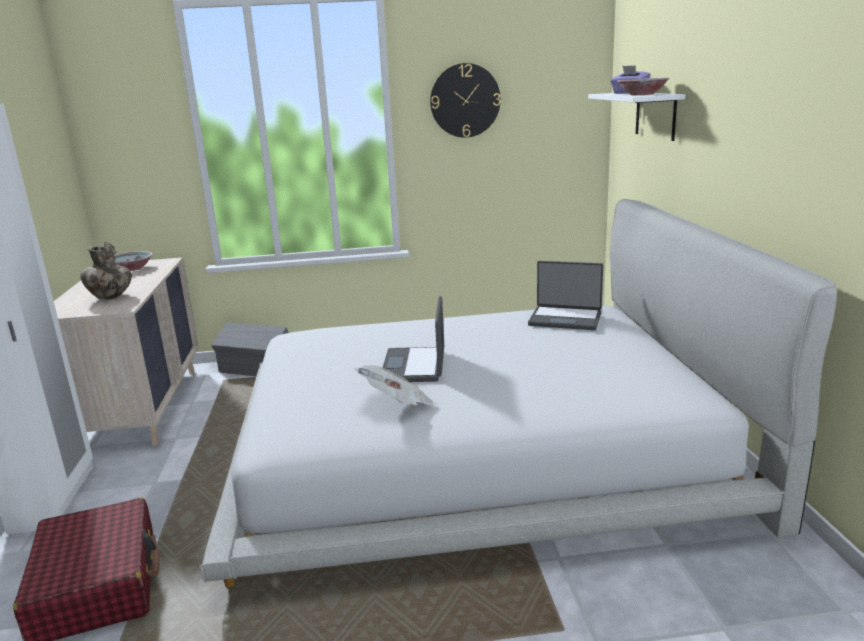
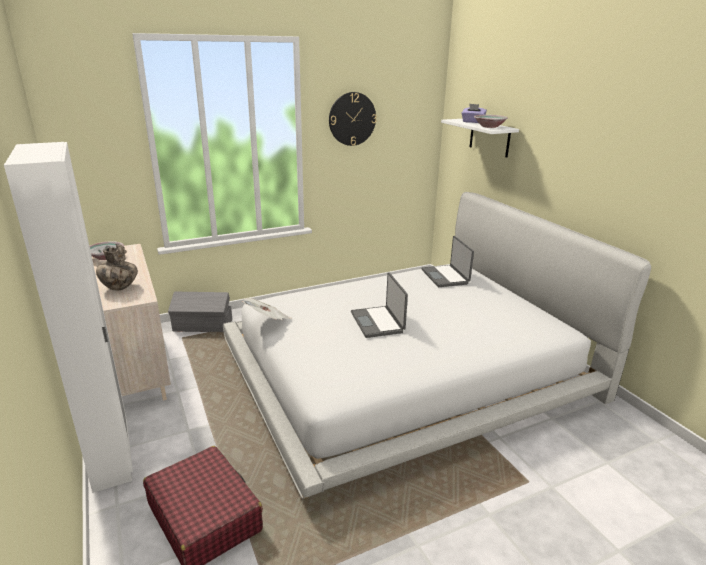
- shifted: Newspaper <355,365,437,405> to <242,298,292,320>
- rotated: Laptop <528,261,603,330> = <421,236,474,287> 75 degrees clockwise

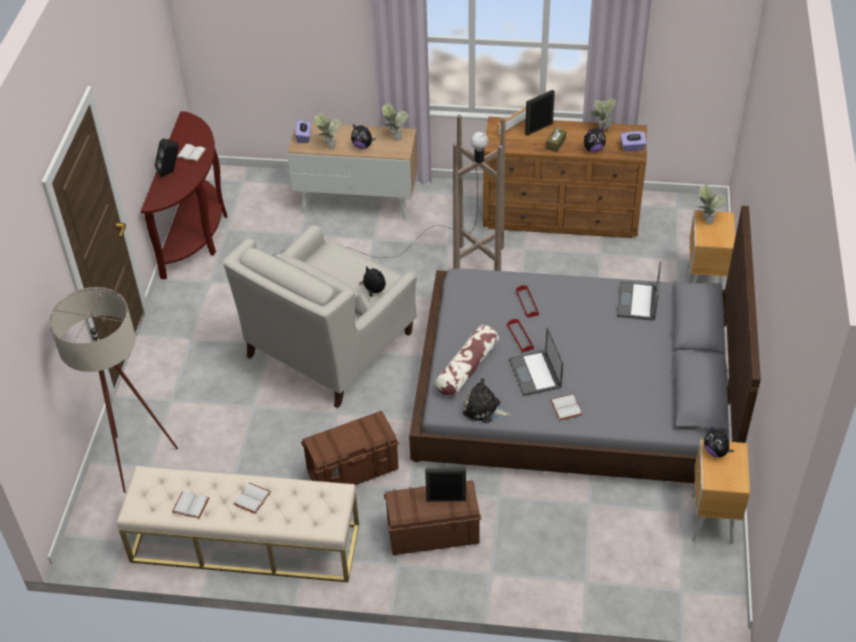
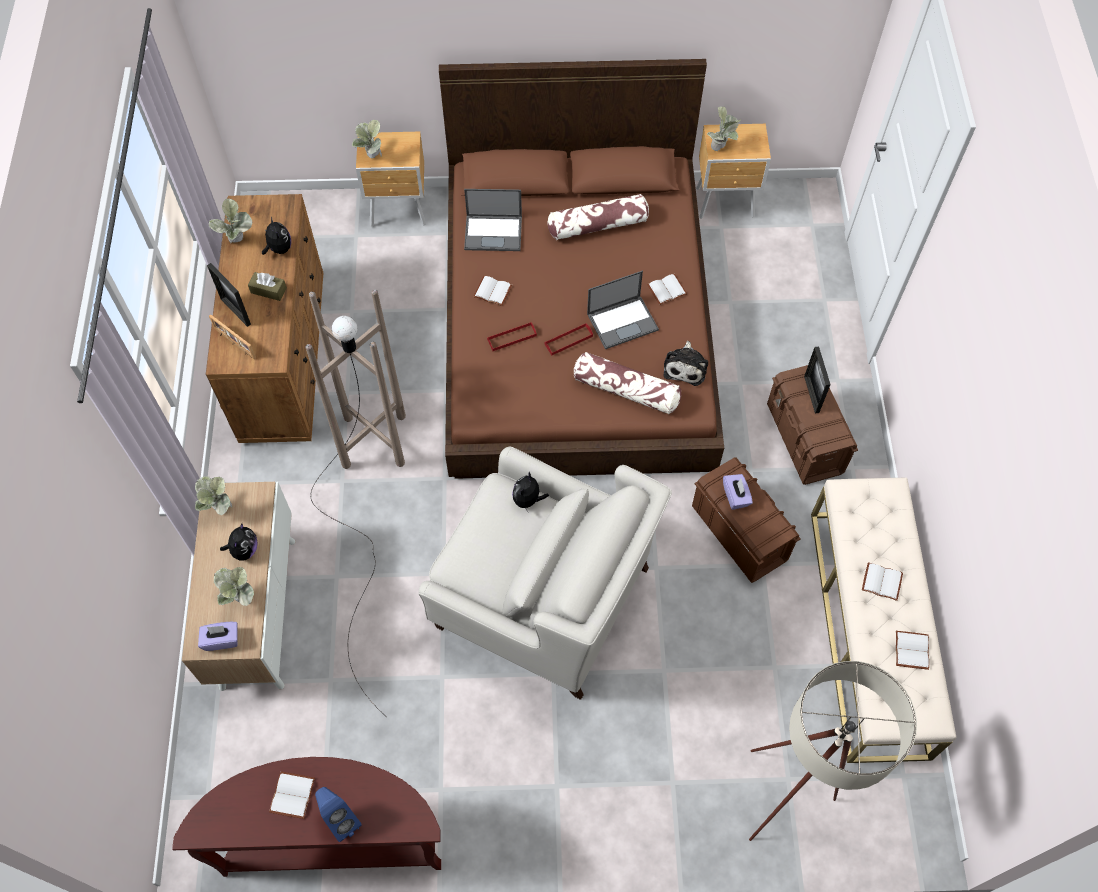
- new: WhiteBook <473,276,512,306>
- new: Pillow <548,194,649,240>
- shifted: PurpleTissueBox <620,131,647,151> to <723,474,753,510>
- swapped: PlushToy <704,426,734,457> to PottedPlant <707,106,741,151>
- repainted: BlackSpeaker <155,138,179,177> to BlueSpeaker <315,787,362,842>
- repainted: GreyBed <409,206,761,483> to BrownBed <439,59,724,479>

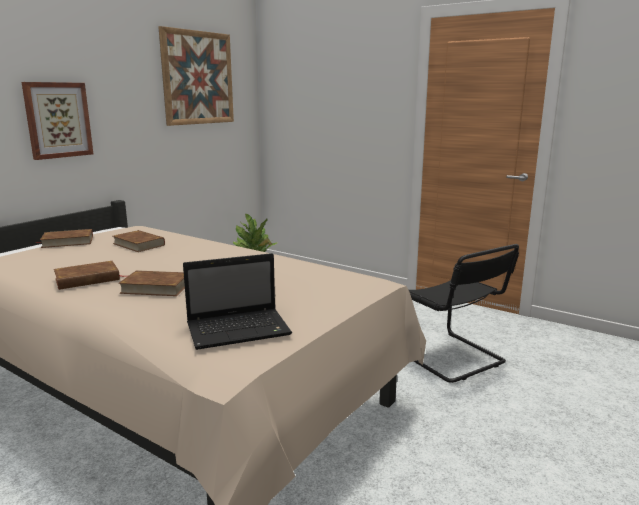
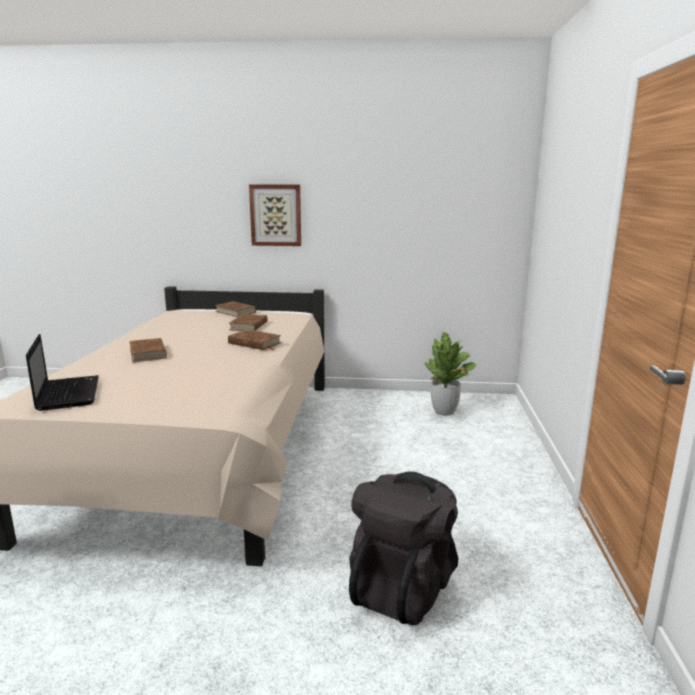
- gone: Picture <158,26,234,126>
- shifted: BrownBook <54,261,129,290> to <228,329,281,350>
- swapped: BlackChair <409,244,519,383> to BlackBackpack <349,471,459,626>
- rotated: Laptop <183,253,292,350> = <26,334,99,411> 150 degrees counterclockwise

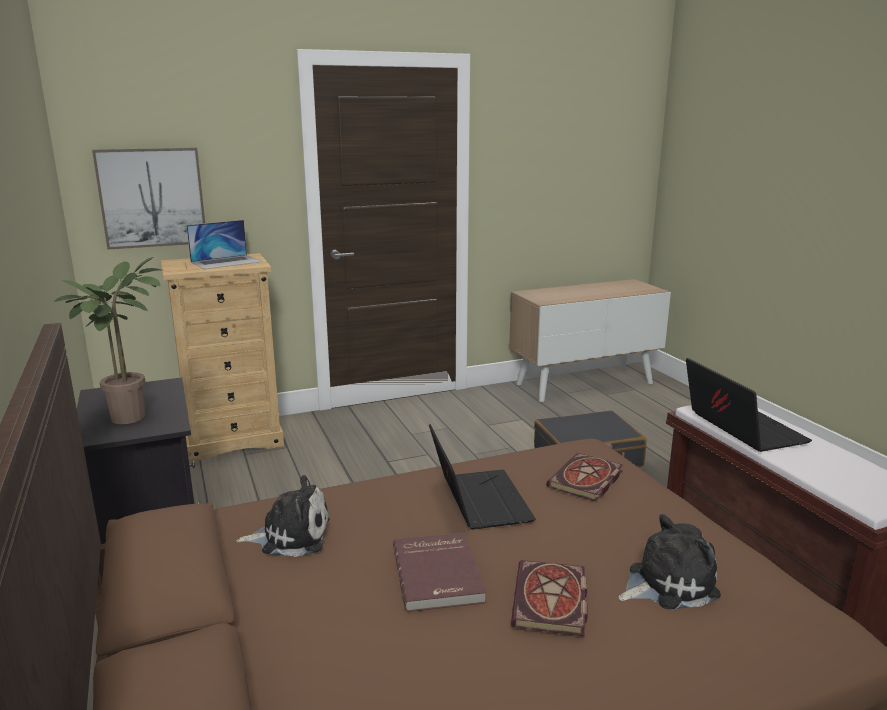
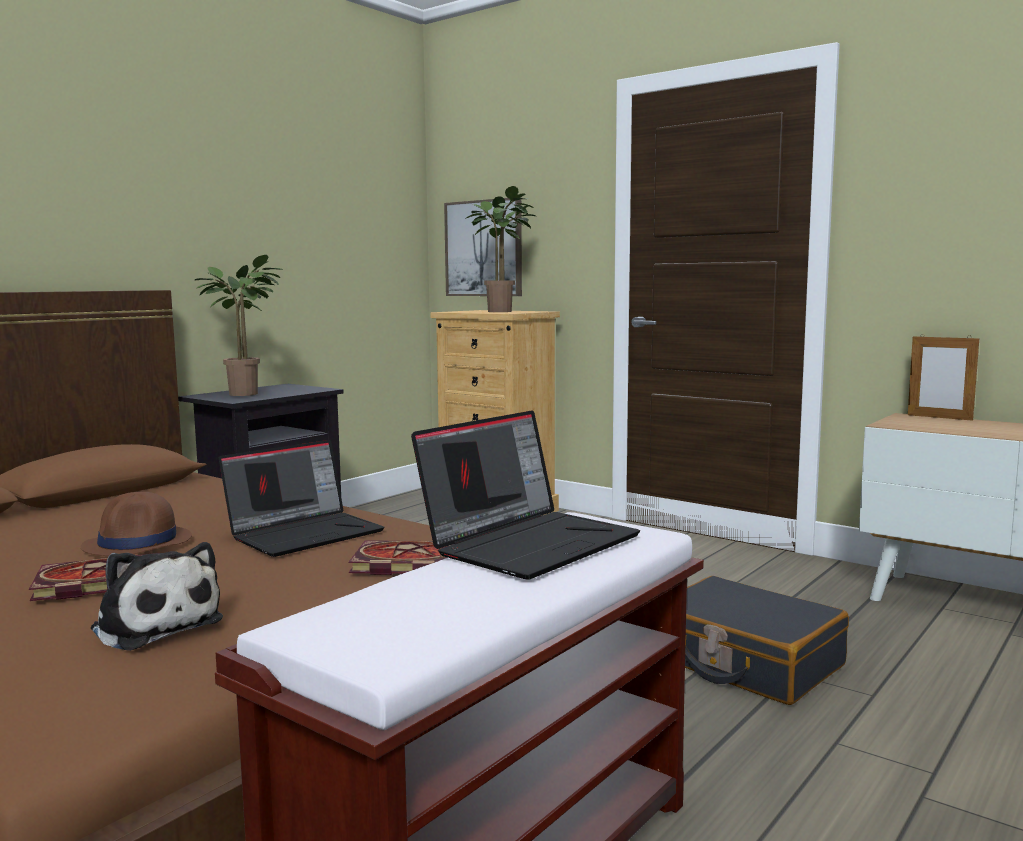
- gone: PlushToy <236,475,330,557>
- new: PictureFrame <908,334,979,421>
- swapped: Laptop <186,220,262,269> to PottedPlant <465,186,536,312>
- swapped: RedBook <393,532,486,612> to BrownHat <81,492,192,556>

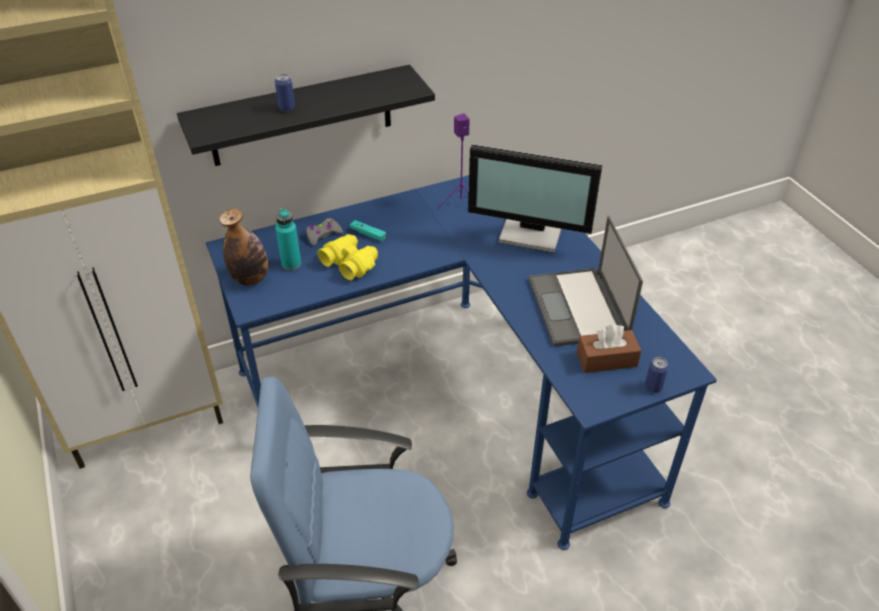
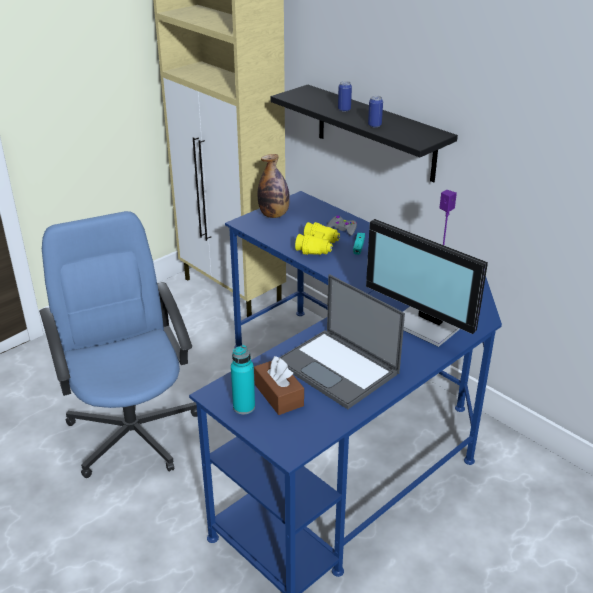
- shifted: TurquoiseBottle <275,208,301,270> to <231,345,255,414>
- shifted: Can <645,357,668,393> to <368,96,383,127>
- rotated: Monitor <468,144,603,253> = <366,219,488,347> 45 degrees counterclockwise
- rotated: Laptop <529,216,643,347> = <279,274,405,409> 105 degrees counterclockwise

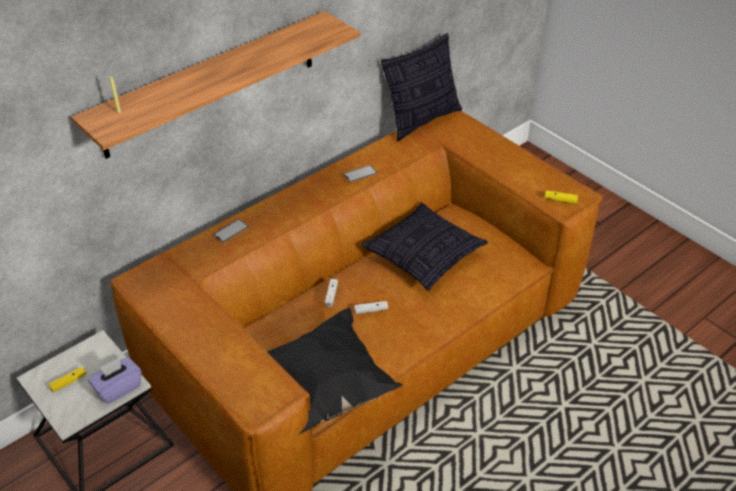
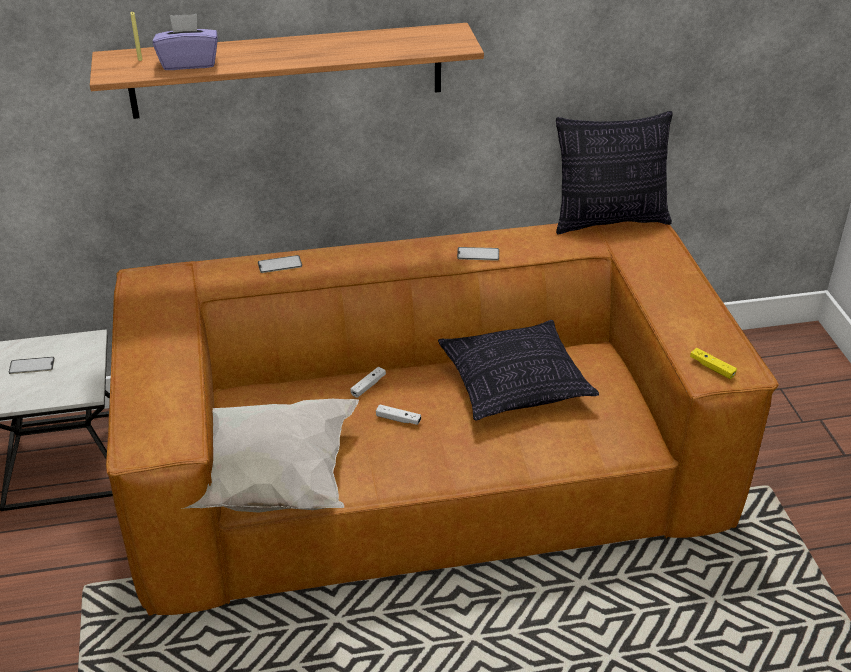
- shifted: PurpleTissueBox <88,358,141,404> to <153,14,218,70>
- swapped: YellowGameController <49,367,86,392> to Phone <9,357,55,374>
- repainted: BlackPillow <267,308,403,436> to WhitePillow <181,399,359,513>

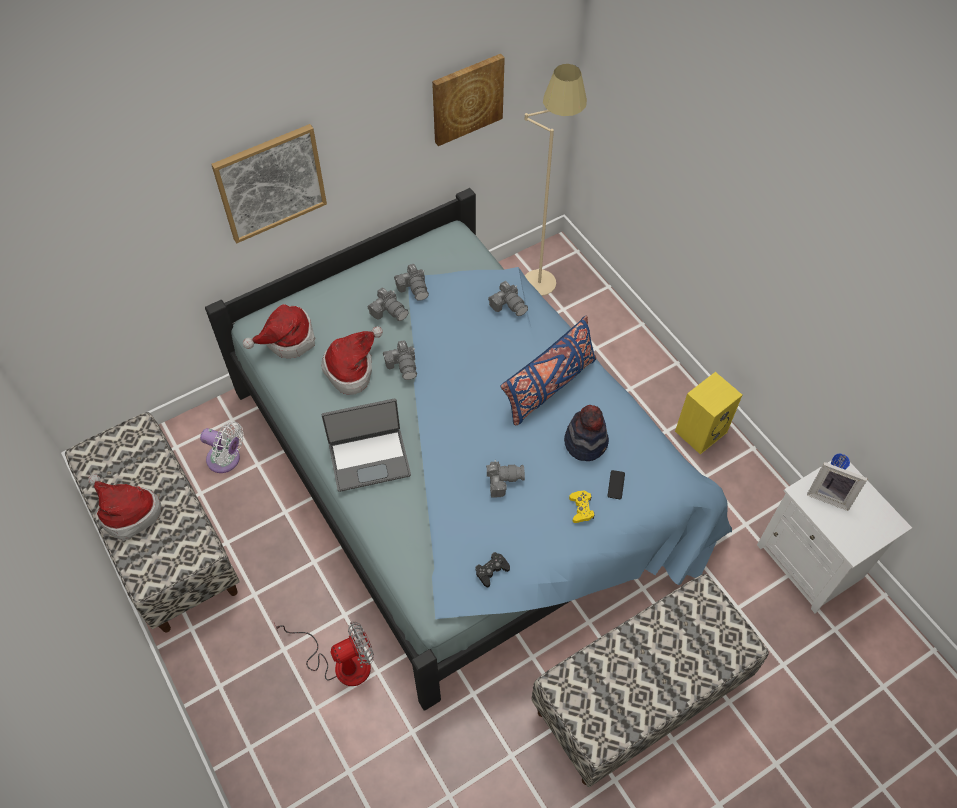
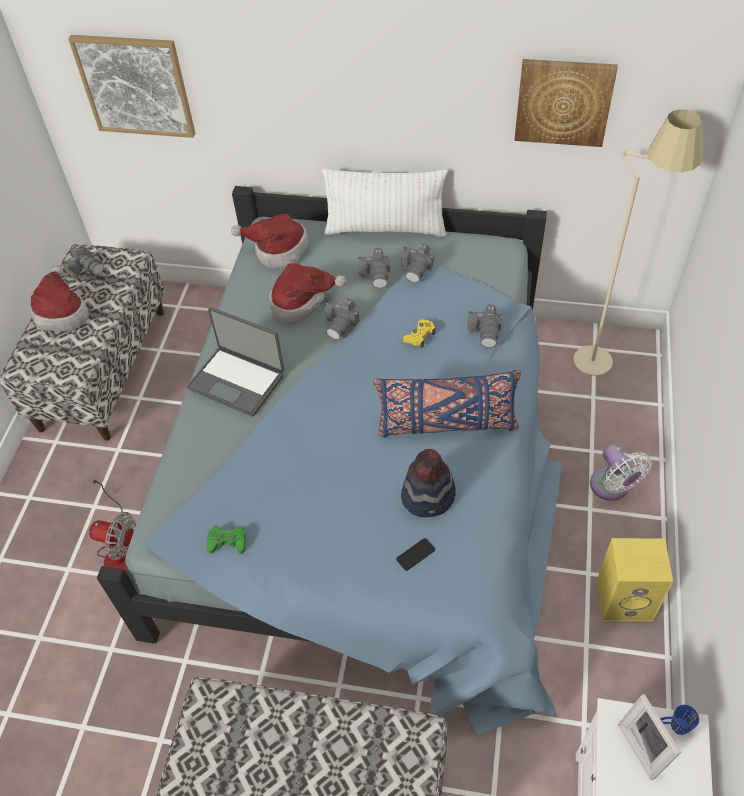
- new: WhitePillow <322,169,448,237>
- shifted: WhiteFan <200,421,244,473> to <590,445,652,501>
- shifted: Picture <211,124,327,243> to <68,35,196,138>
- shifted: PhotoCamera <486,460,525,498> to <63,246,104,277>
- shifted: YellowGameController <569,491,595,523> to <403,320,436,348>
- repainted: BlackGameController <475,552,510,587> to GreenGameController <207,526,246,554>

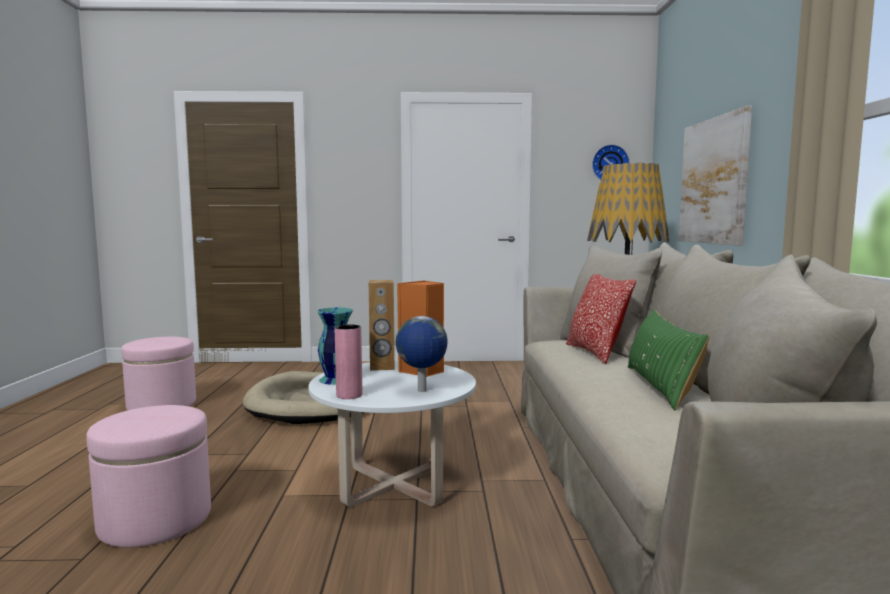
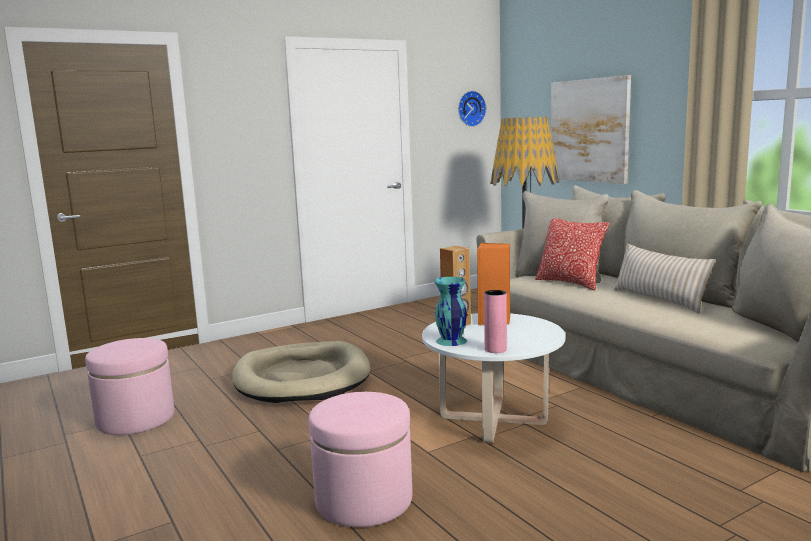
- gone: Globe <396,316,448,392>
- repainted: GreenPillow <628,309,709,410> to BeigePillow <613,243,715,313>

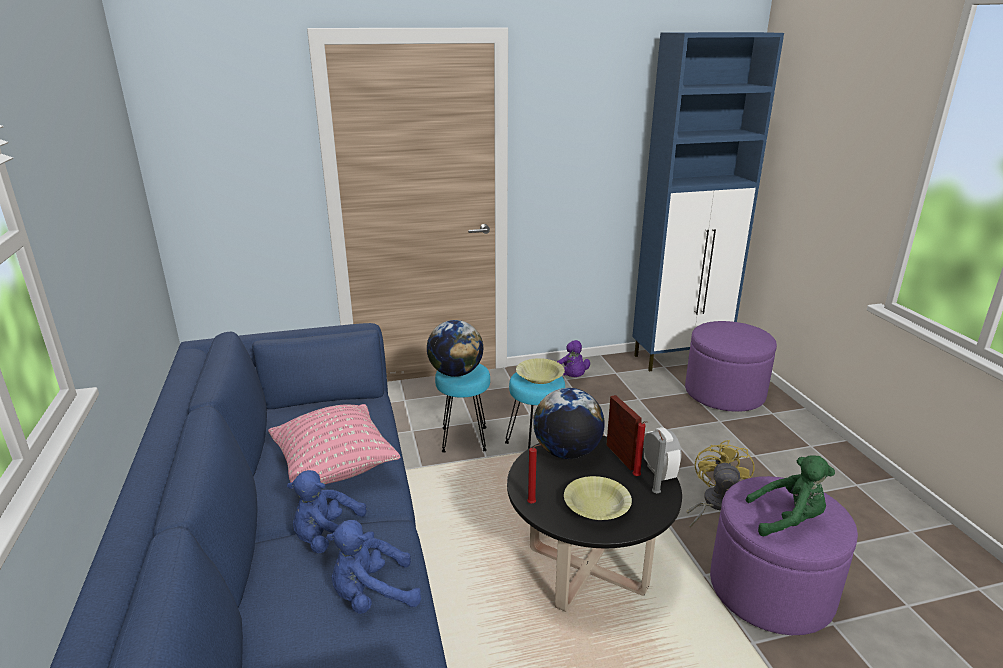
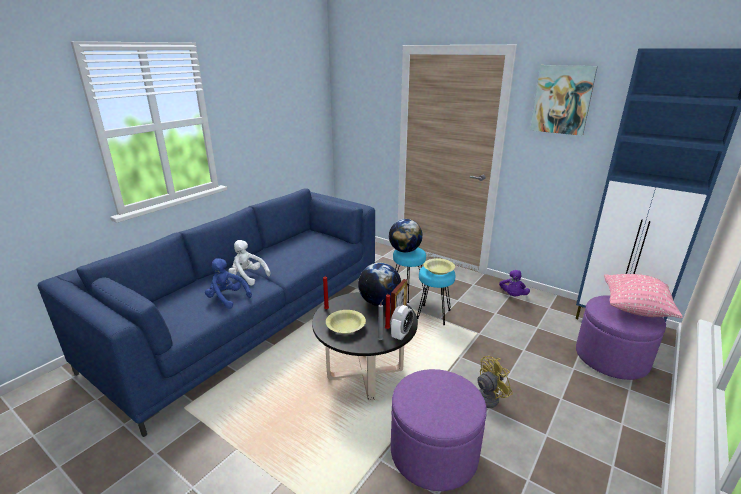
- gone: GreenPlushToy <745,455,835,537>
- new: Picture <530,65,598,136>
- shifted: PinkPillow <268,404,401,484> to <604,274,683,318>
- repainted: BluePlushToy <287,470,374,553> to WhitePlushToy <229,240,270,286>

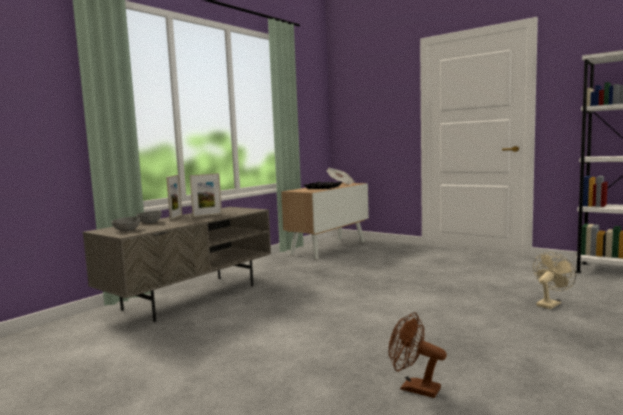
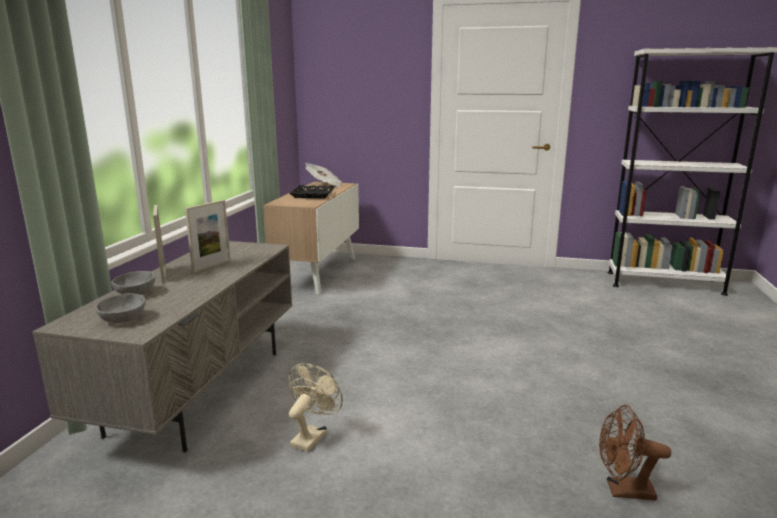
- shifted: BeigeFan <533,252,576,309> to <288,363,343,452>

